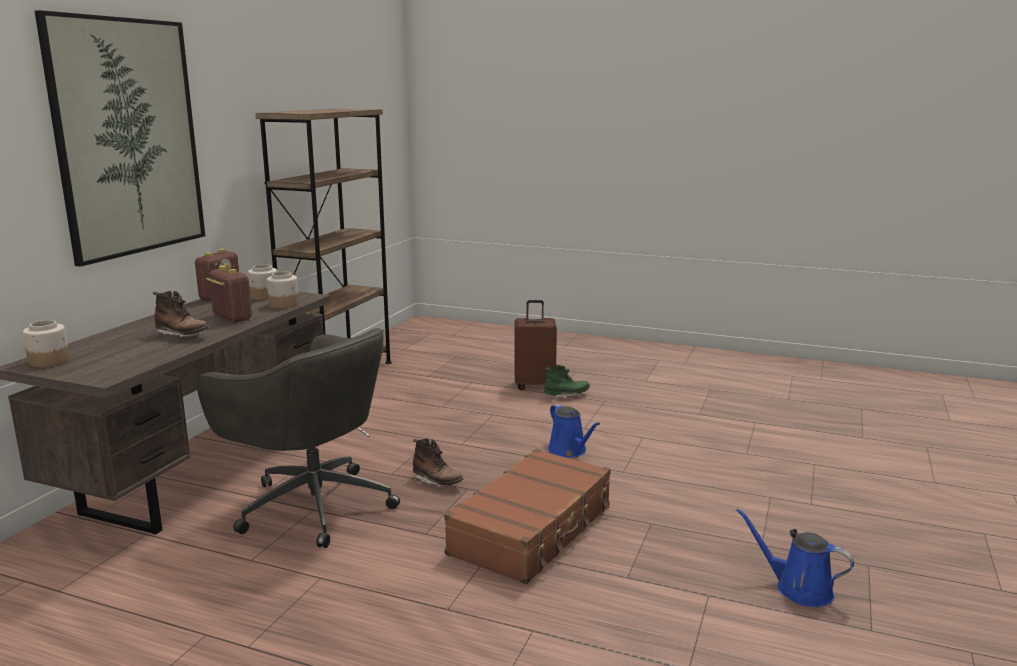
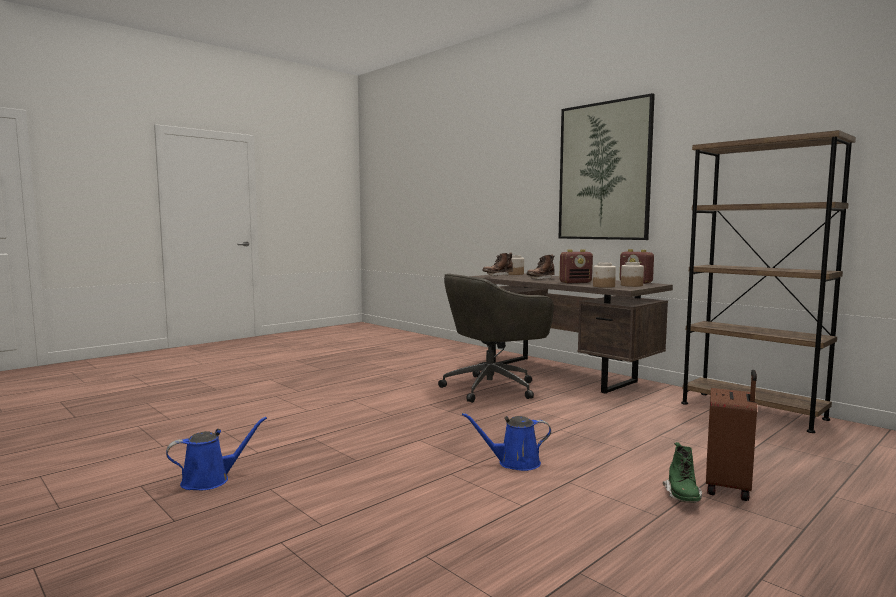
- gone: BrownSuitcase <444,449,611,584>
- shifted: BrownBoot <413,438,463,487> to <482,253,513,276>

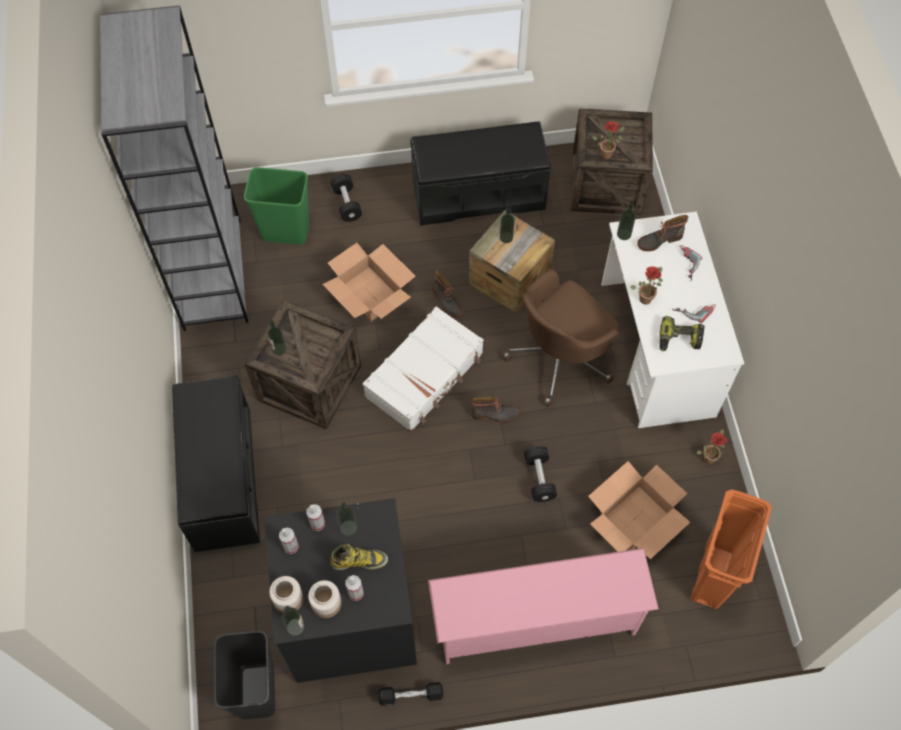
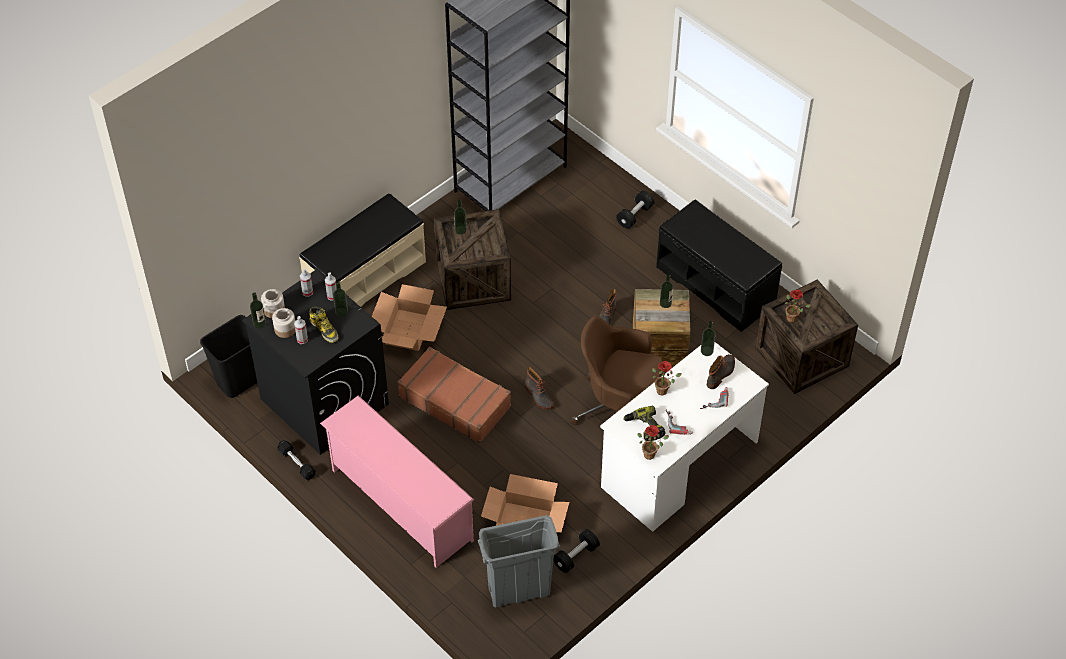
- gone: GreenTrashCan <244,167,309,245>
- gone: WhiteSuitcase <362,306,484,432>
- new: BrownSuitcase <398,347,511,443>
- shifted: CardboardBox <322,243,416,321> to <372,284,447,351>
- shifted: BlackDumbbell <524,446,557,502> to <553,529,600,573>
- shifted: PottedPlant <696,429,727,464> to <638,425,669,460>
- repainted: BlackBench <172,376,260,552> to BeigeBench <299,193,426,307>
- repainted: OrangeTrashCan <691,489,772,609> to GreyTrashCan <478,515,560,607>
- rotated: Boot <637,215,689,251> = <707,354,735,389> 90 degrees clockwise

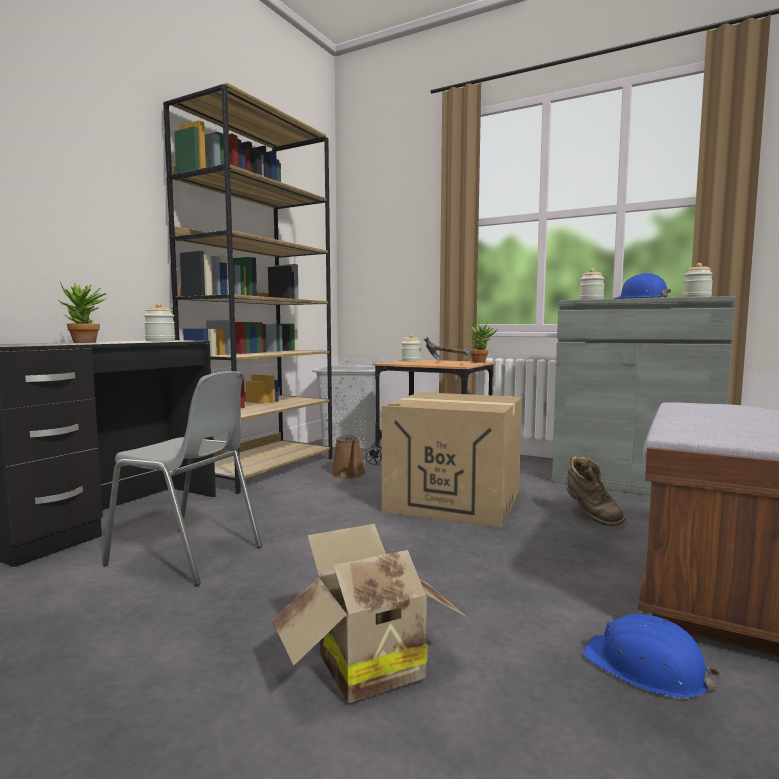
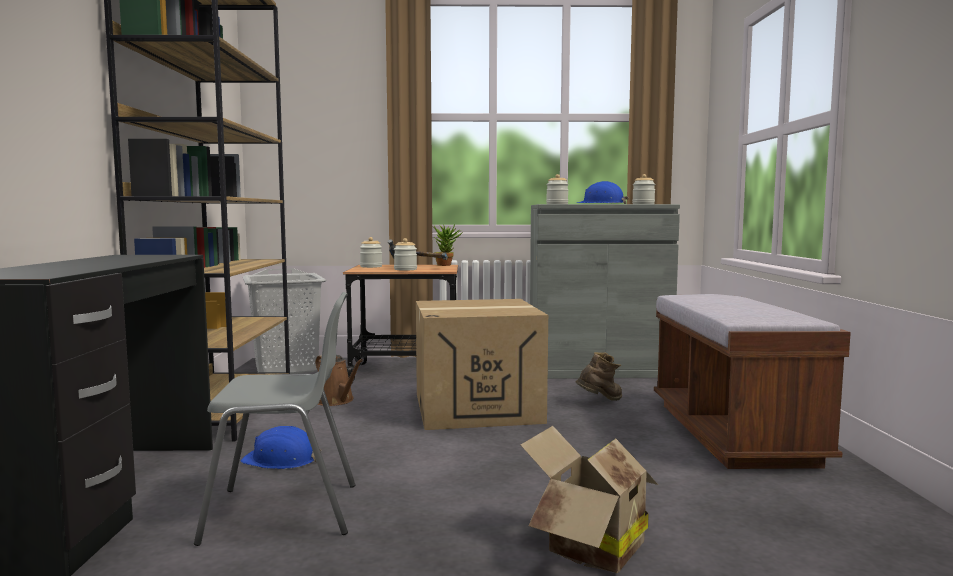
- gone: PottedPlant <58,281,107,343>
- shifted: Jar <144,303,175,341> to <394,238,417,271>
- shifted: BlueHardHat <584,614,720,699> to <241,426,322,469>
- rotated: BrownBoot <567,456,626,527> = <576,352,622,401> 75 degrees counterclockwise

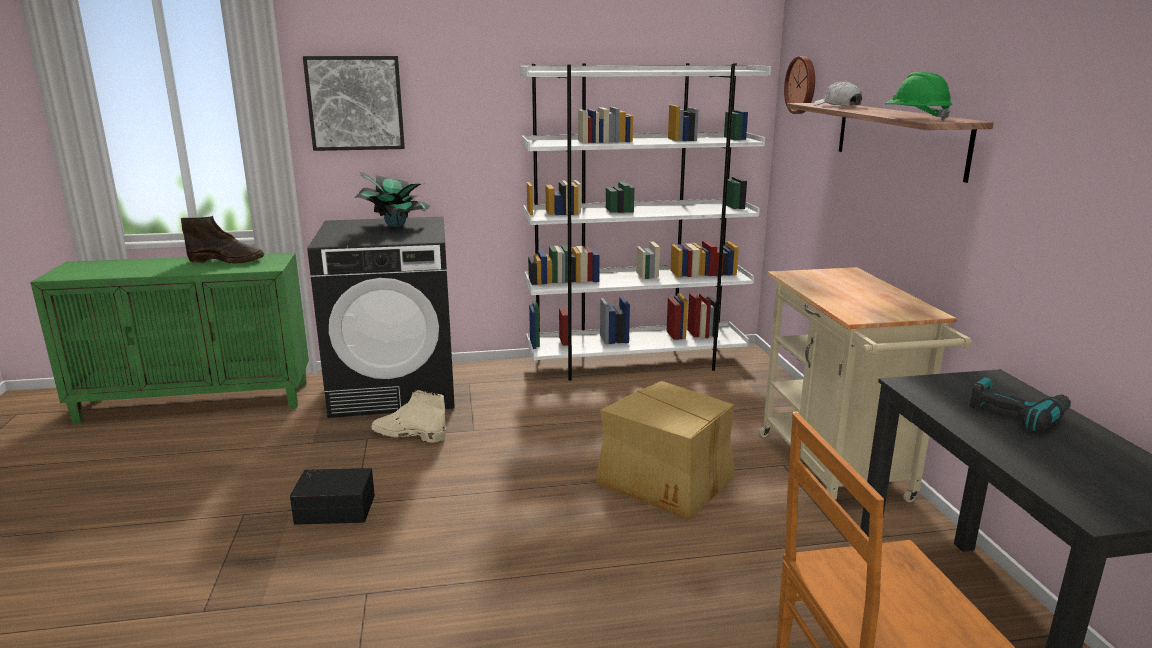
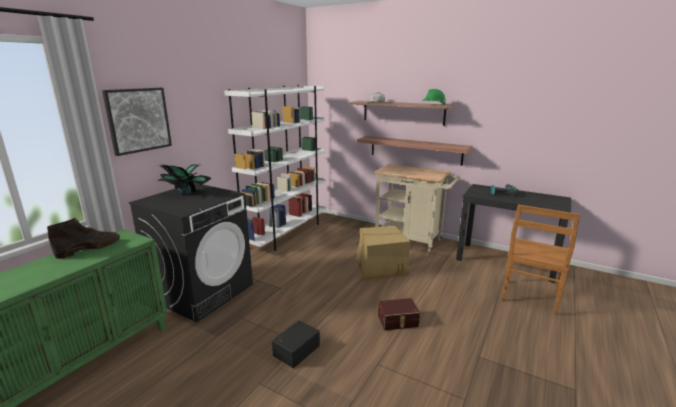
- gone: BeigeBoot <371,390,446,443>
- gone: WallClock <784,56,815,114>
- new: Shelf <357,136,473,166>
- new: BrownStorageBox <378,298,420,330>

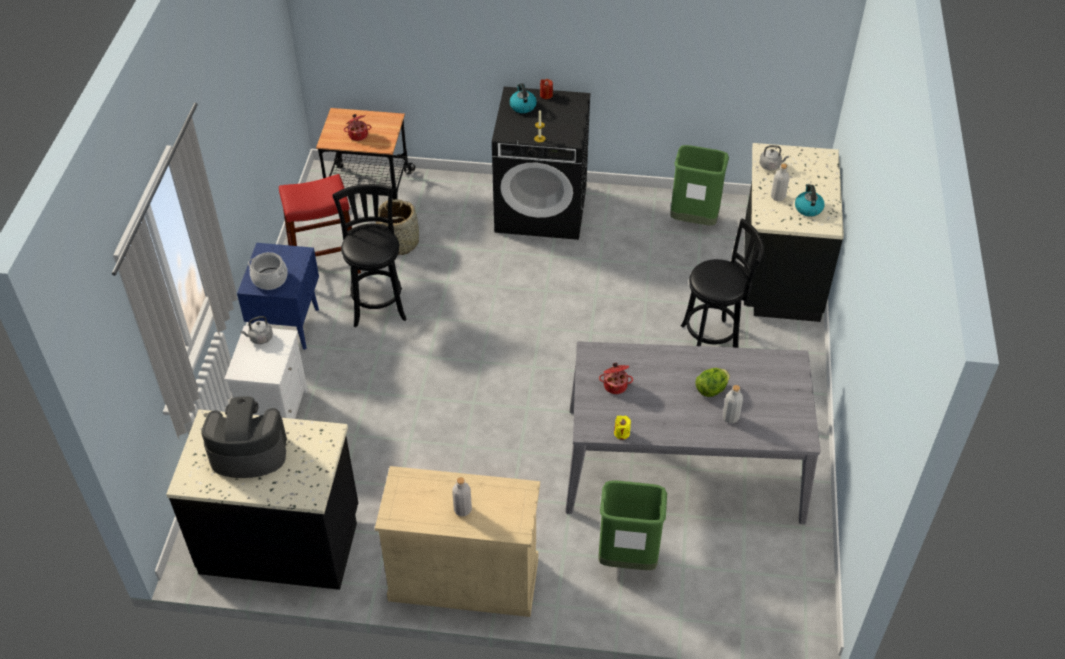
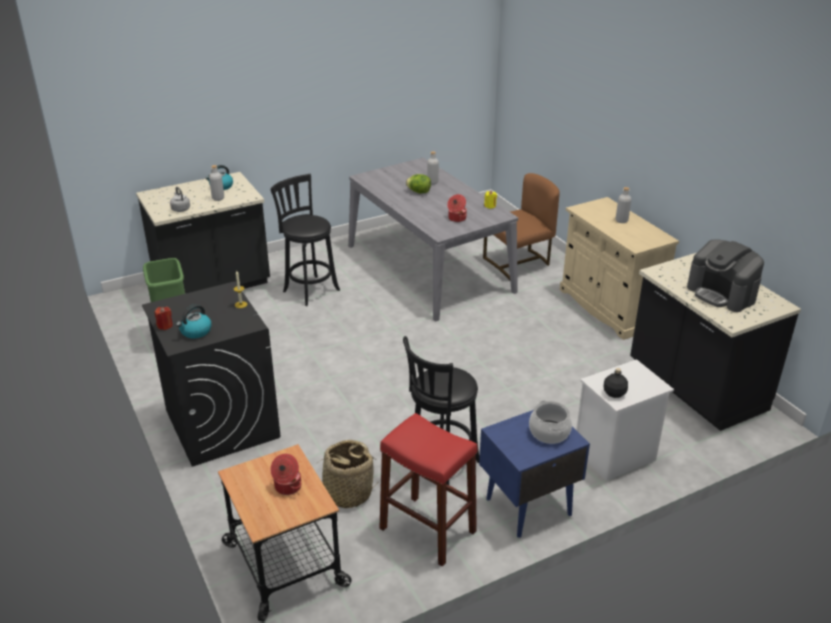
- swapped: GreyKettle <240,316,273,344> to BlackBottle <604,368,628,398>
- swapped: GreenTrashCan <598,481,667,570> to BrownChair <483,173,560,280>

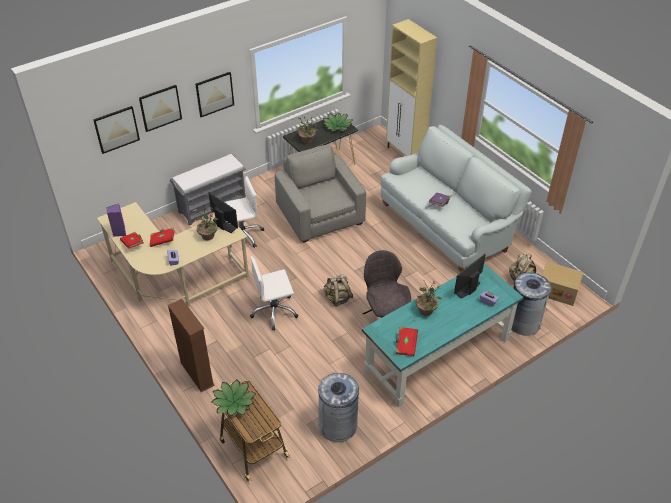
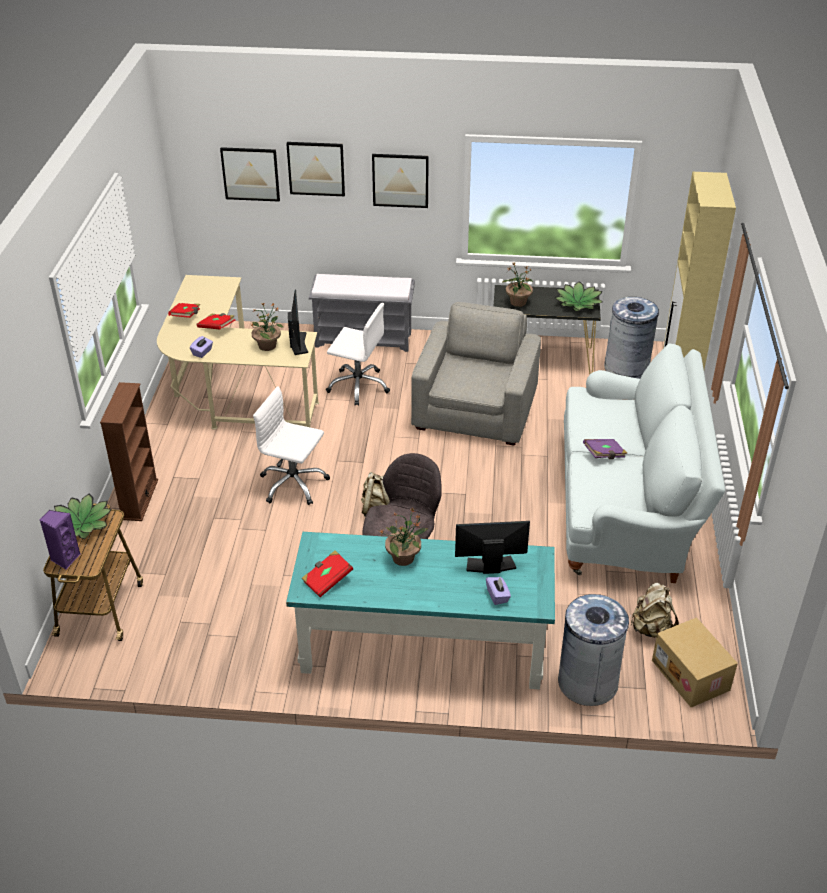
- shifted: PurpleSpeaker <106,204,126,237> to <40,510,80,569>
- shifted: GreyTrashCan <318,373,359,442> to <604,297,659,379>

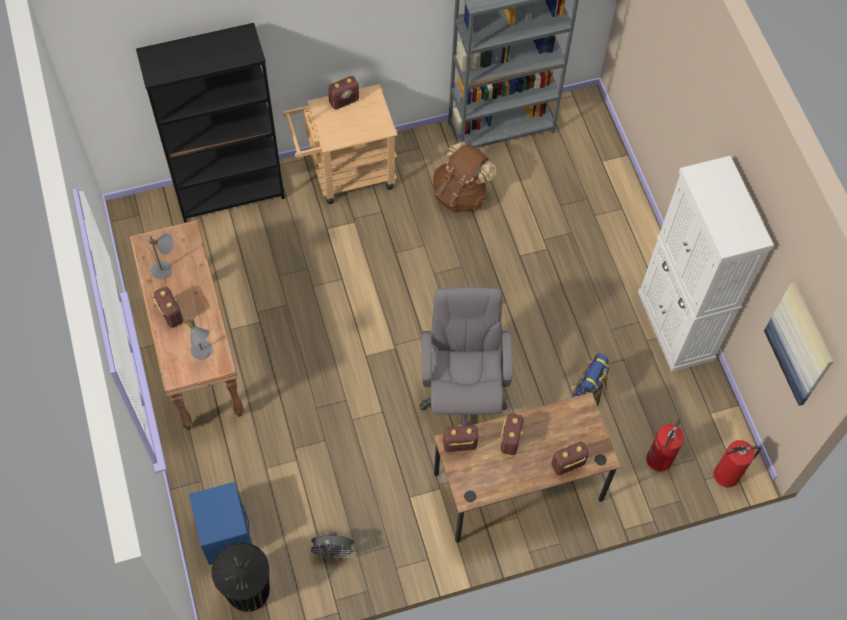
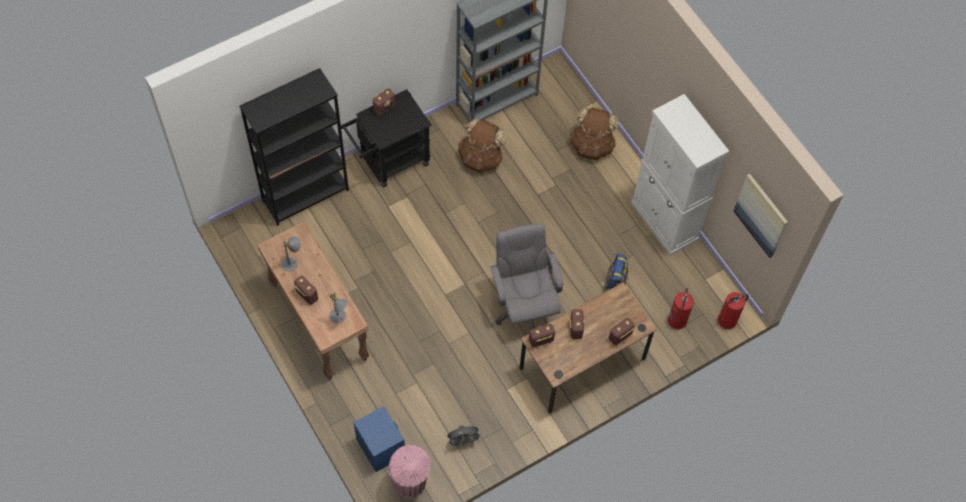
- new: BrownBackpack <570,107,619,160>
- repainted: BlackTrashCan <212,542,270,612> to PinkTrashCan <389,445,430,499>
- repainted: BeigeCart <282,84,398,204> to BlackCart <341,89,432,187>

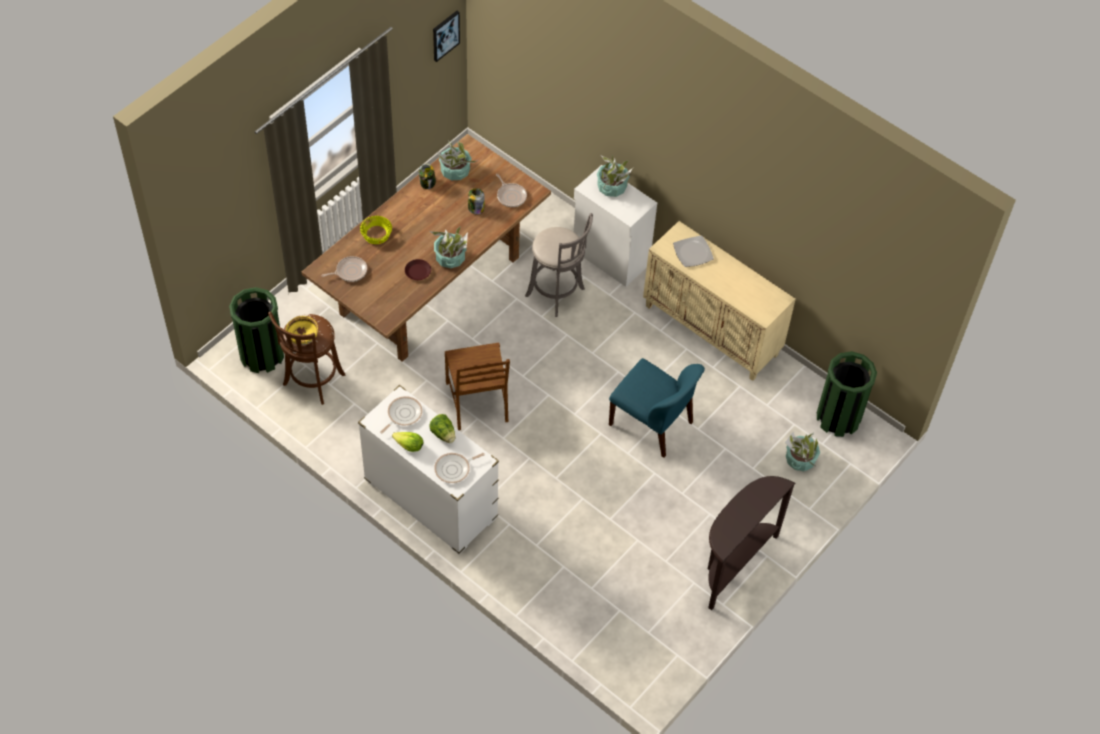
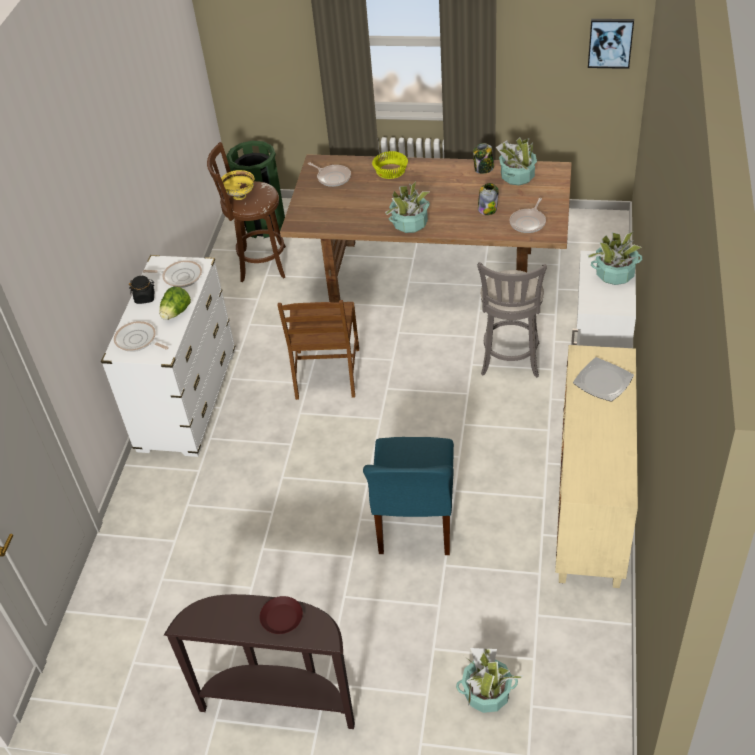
- gone: GreenTrashCan <817,351,877,437>
- shifted: BrownPlate <405,259,431,280> to <259,596,303,634>
- swapped: Lettuce <392,432,423,452> to BlackJar <129,276,154,304>
- rotated: BrownChair <445,343,510,430> = <277,300,359,400> 45 degrees counterclockwise

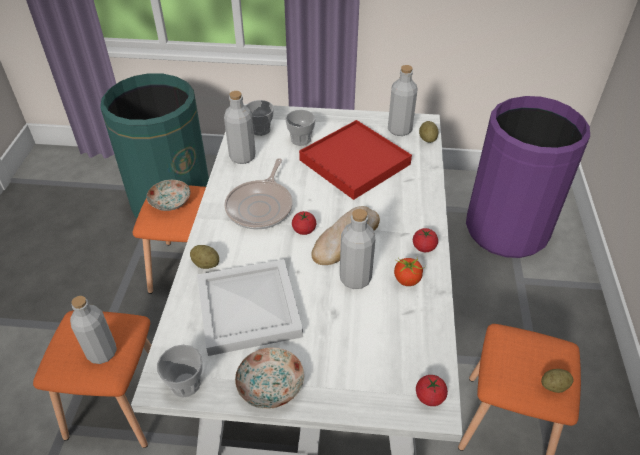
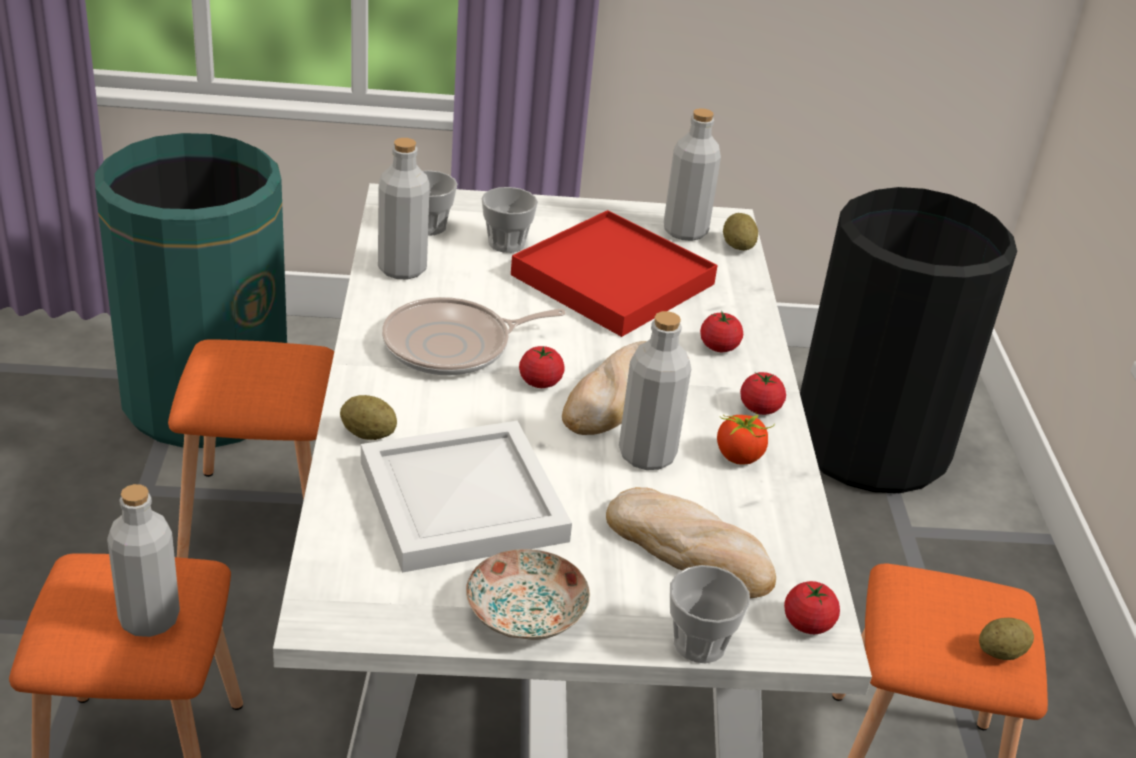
- gone: Plate <147,180,191,211>
- new: Bread <606,487,776,598>
- new: Tomato <700,310,743,352>
- shifted: Cup <157,345,202,398> to <670,565,750,664>
- repainted: PurpleTrashCan <466,96,590,258> to BlackTrashCan <800,187,1017,493>
- rotated: FryingPan <224,158,293,229> = <382,297,566,375> 60 degrees clockwise

